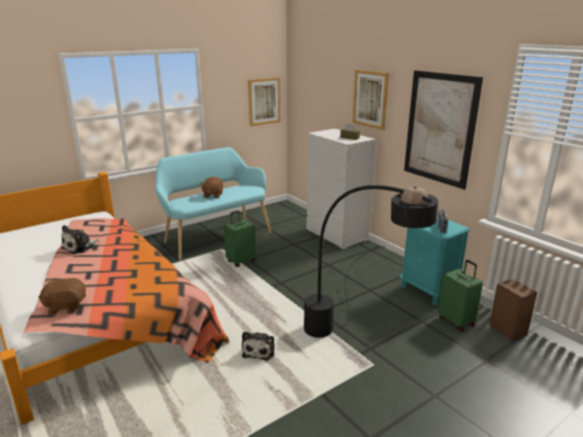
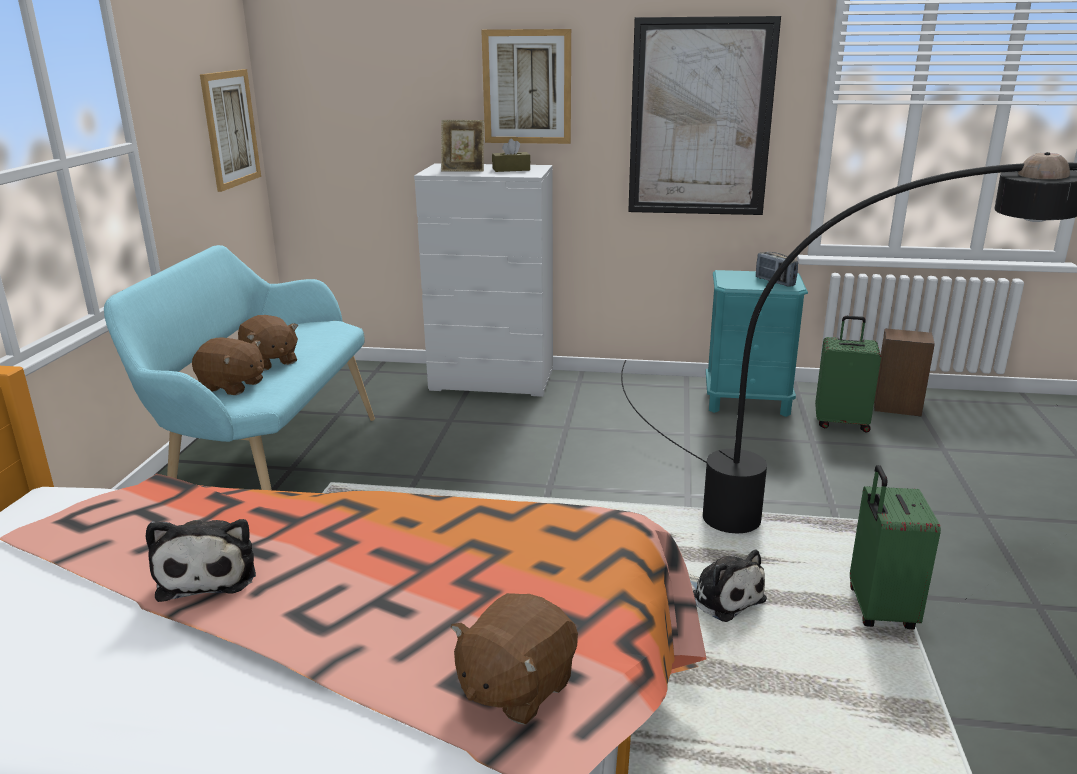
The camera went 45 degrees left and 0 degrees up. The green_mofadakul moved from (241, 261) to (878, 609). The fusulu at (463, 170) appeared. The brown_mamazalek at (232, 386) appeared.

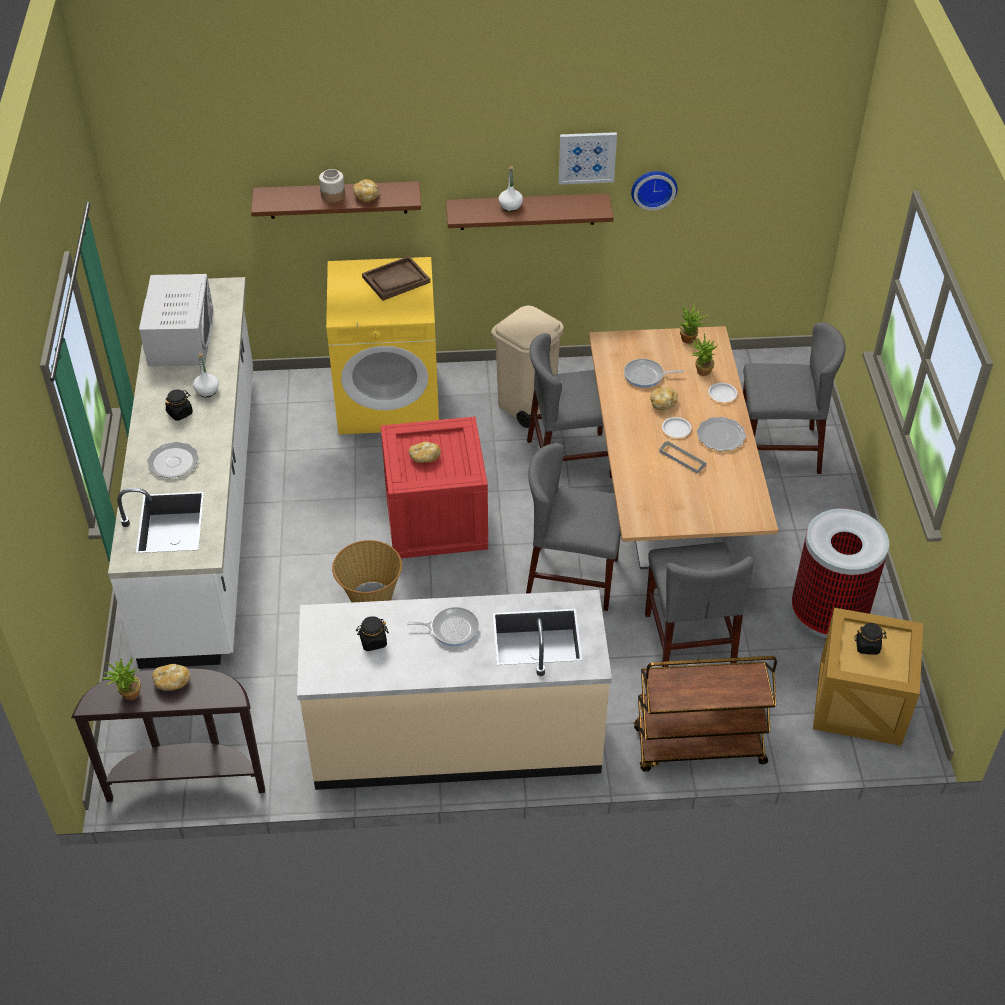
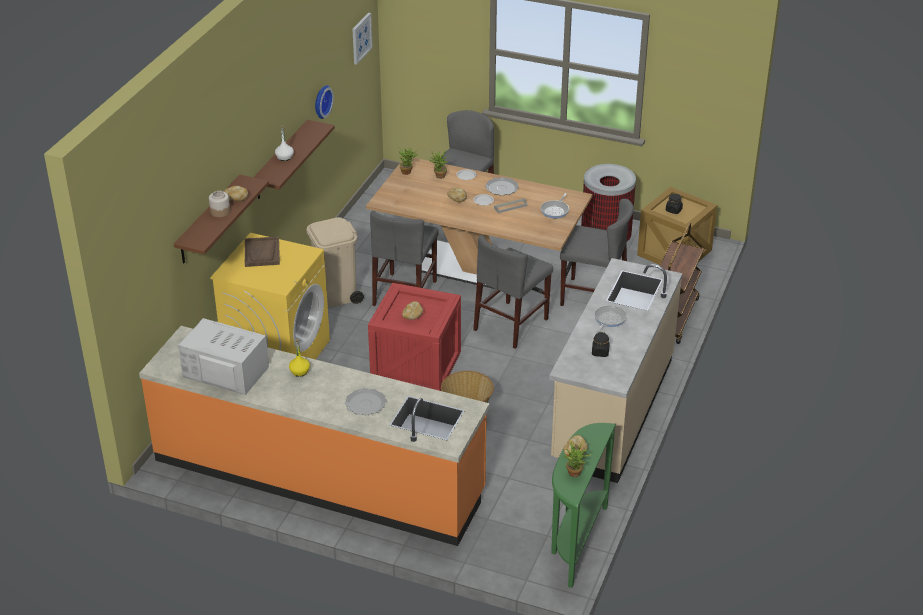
The camera went 65 degrees left and 10 degrees down. The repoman moved from (587, 157) to (361, 38). The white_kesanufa at (204, 509) became the orange_kesanufa at (319, 476). The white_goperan at (207, 391) became the yellow_goperan at (300, 371). The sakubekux moved from (646, 376) to (555, 210). The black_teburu at (180, 413) disappeared. The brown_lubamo at (187, 779) became the green_lubamo at (575, 542).

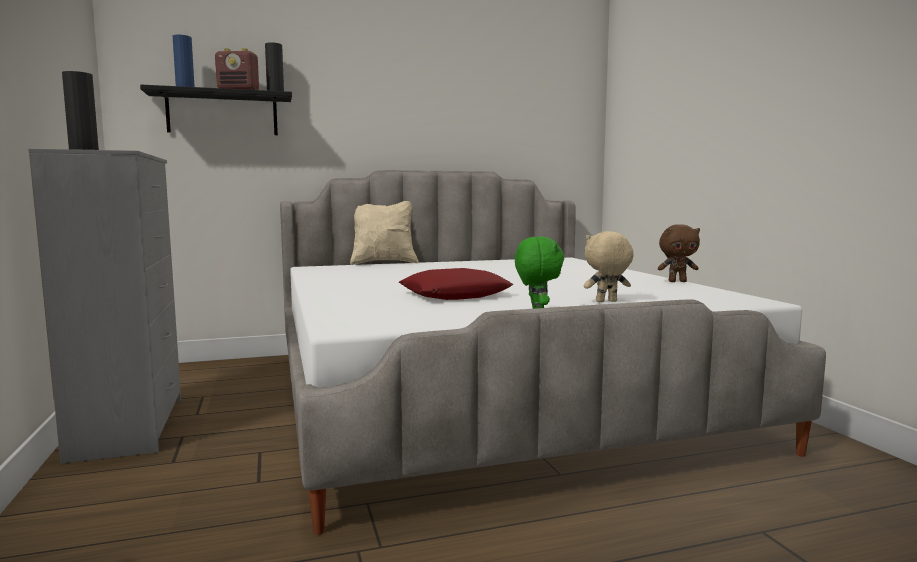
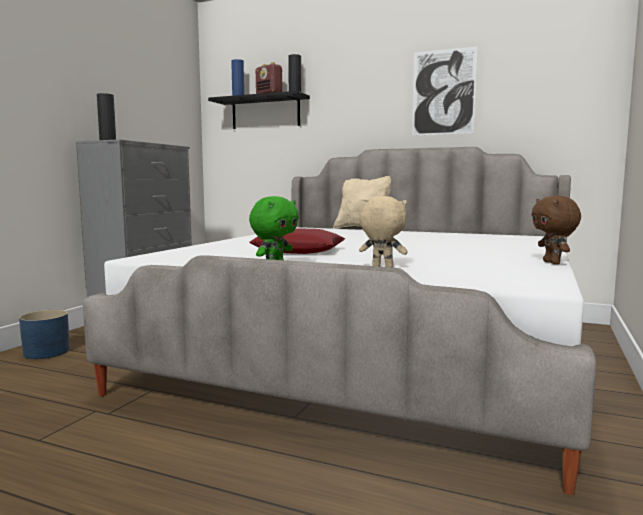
The camera went 40 degrees right and 0 degrees up. The brown_mamazalek at (677, 281) turned 45 degrees clockwise. The repoman at (443, 92) appeared. The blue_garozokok at (46, 352) appeared.

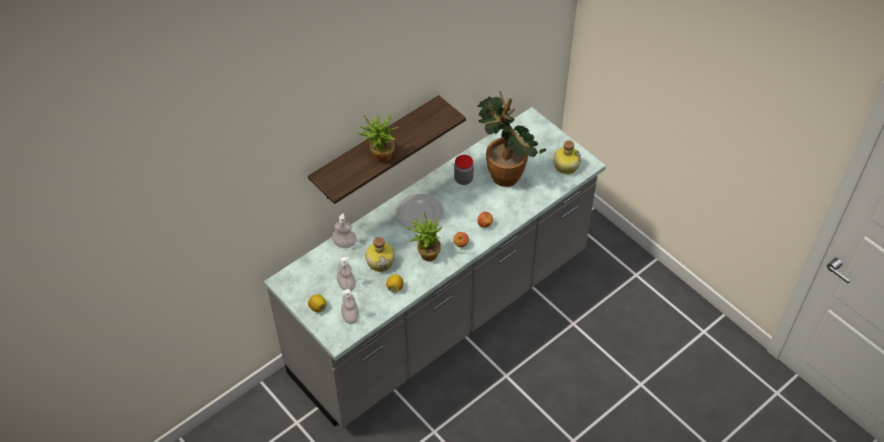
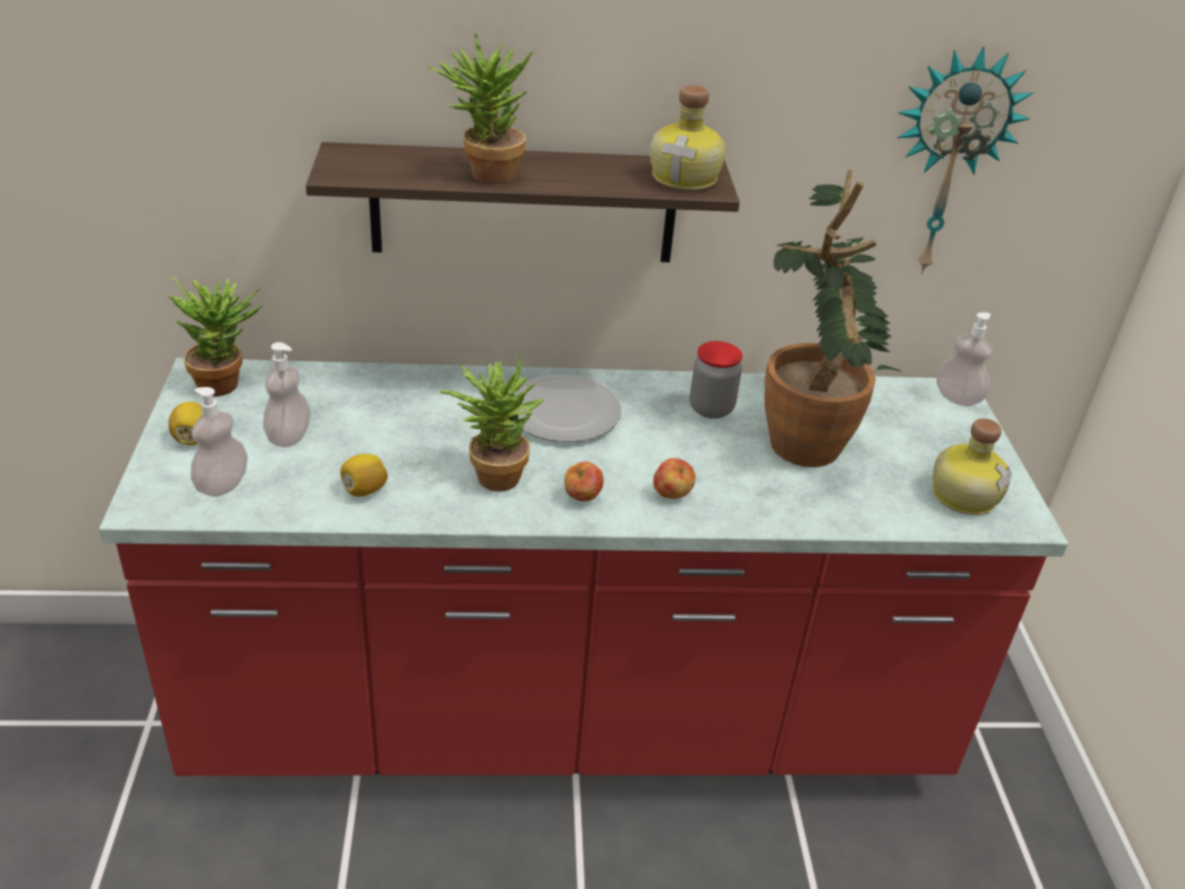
The camera went 35 degrees right and 15 degrees down. The grey_kesanufa at (442, 315) became the red_kesanufa at (570, 721). The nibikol moved from (344, 243) to (957, 398). The goperan moved from (381, 261) to (686, 178). The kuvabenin at (947, 163) appeared. The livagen at (226, 383) appeared.

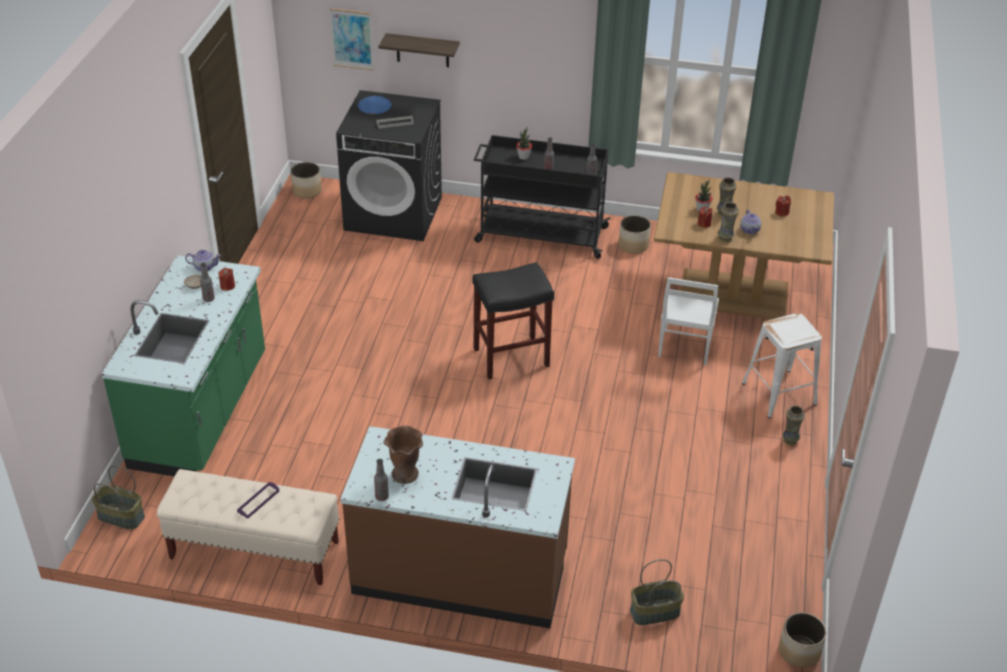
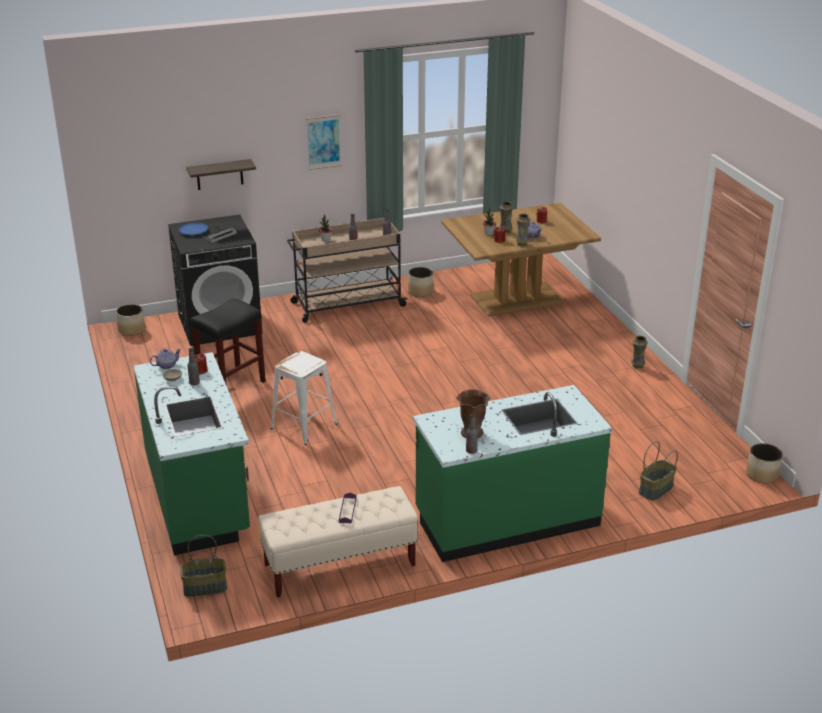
The camera went 30 degrees left and 10 degrees down. The repoman moved from (352, 39) to (323, 142). The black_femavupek at (540, 234) became the beige_femavupek at (346, 304). The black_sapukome moved from (512, 357) to (232, 384). The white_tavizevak at (683, 347) disappeared. The white_sapukome moved from (779, 394) to (304, 426). The brown_kesanufa at (460, 573) became the green_kesanufa at (506, 519).

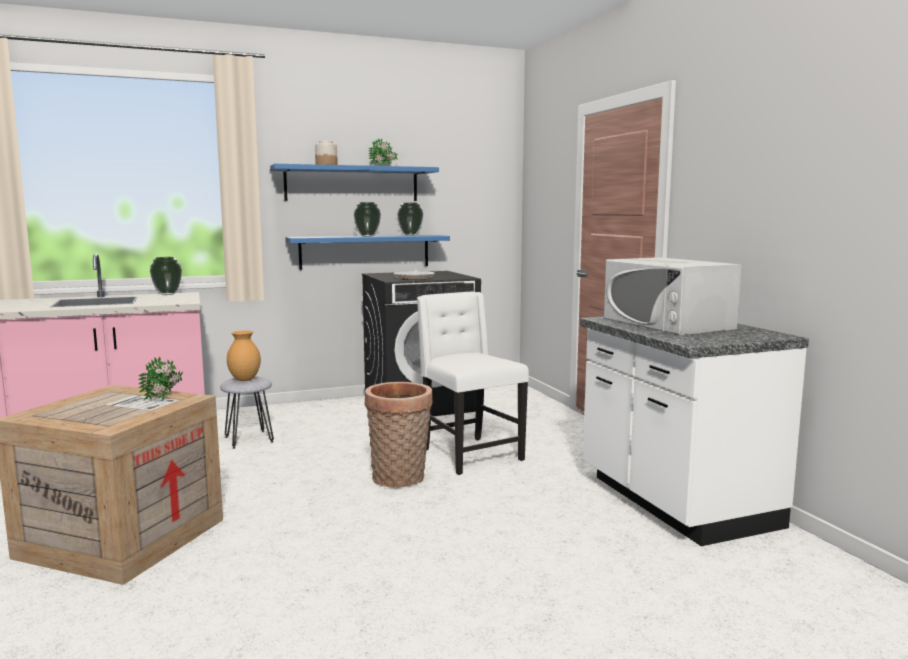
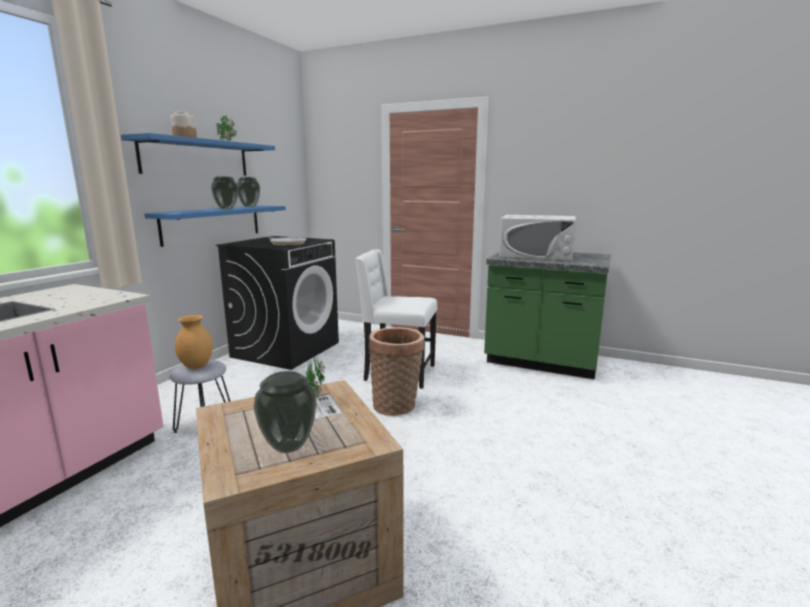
The camera went 45 degrees left and 5 degrees up. The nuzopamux moved from (168, 294) to (289, 446). The white_kesanufa at (674, 502) became the green_kesanufa at (541, 362).

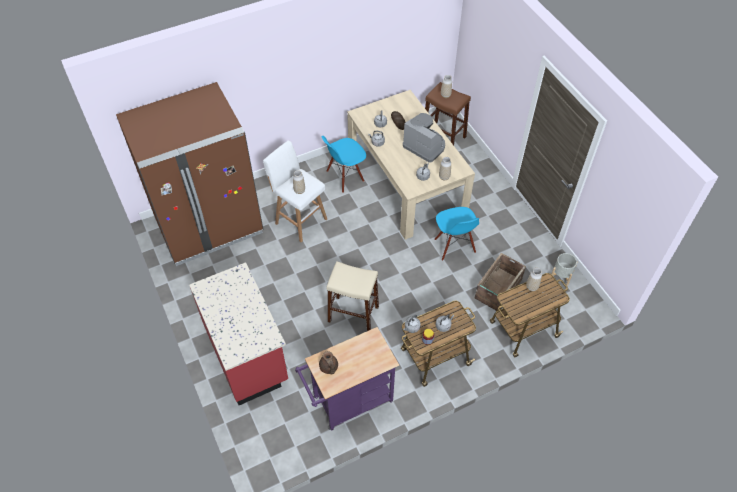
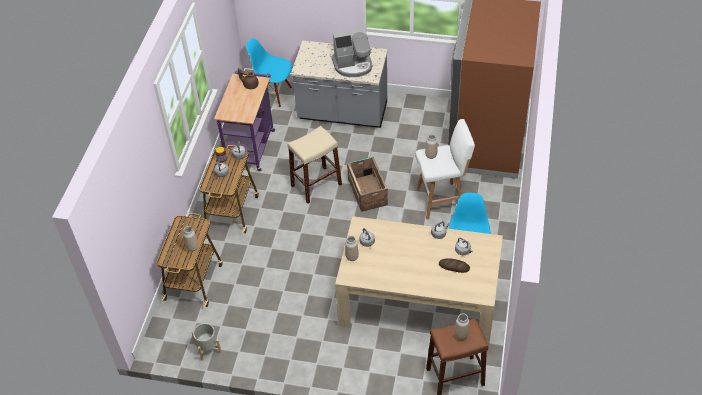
The camera went 130 degrees right and 5 degrees down. The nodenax moved from (425, 146) to (353, 65). The blue_tavizevak moved from (454, 246) to (274, 94). The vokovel moved from (497, 289) to (367, 191). The red_kesanufa at (247, 353) became the grey_kesanufa at (342, 113).

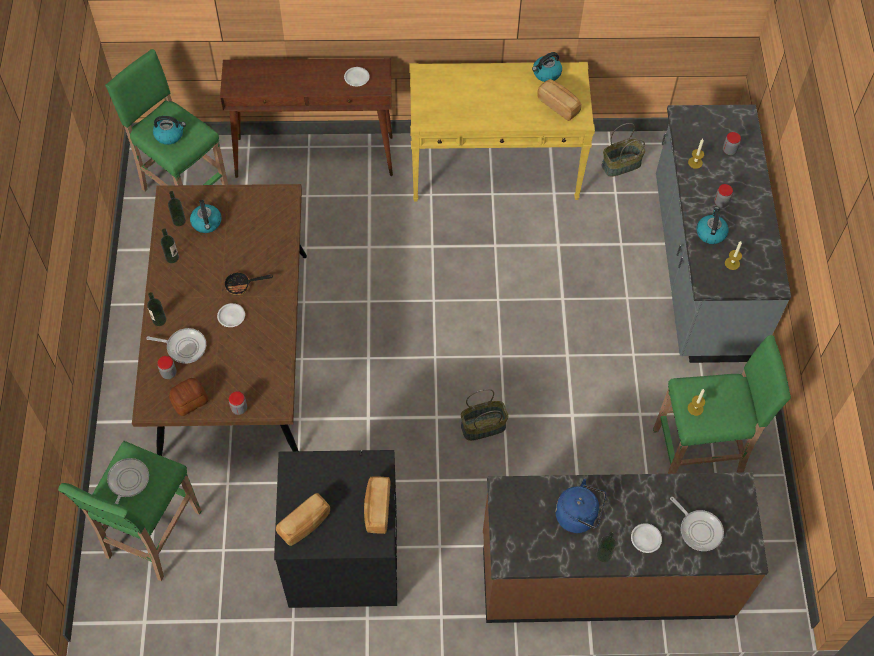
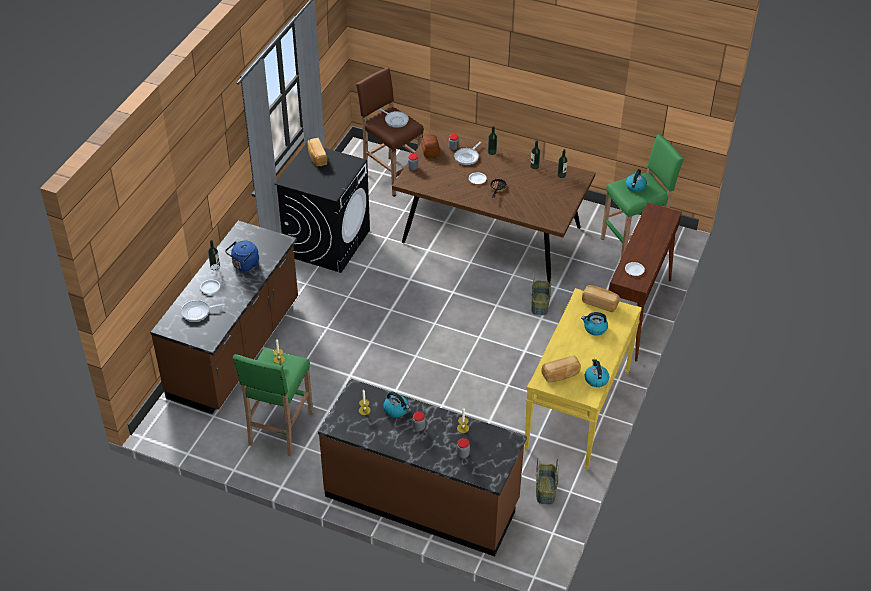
The camera went 115 degrees right and 15 degrees down. The grey_kesanufa at (701, 268) became the brown_kesanufa at (422, 499). The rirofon moved from (207, 223) to (595, 328). The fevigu moved from (483, 426) to (540, 304). The green_sapukome at (152, 536) became the brown_sapukome at (391, 175). The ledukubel moved from (376, 509) to (600, 303).

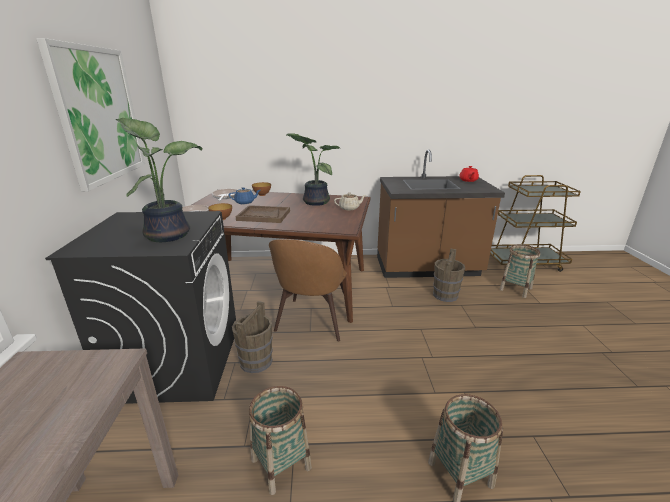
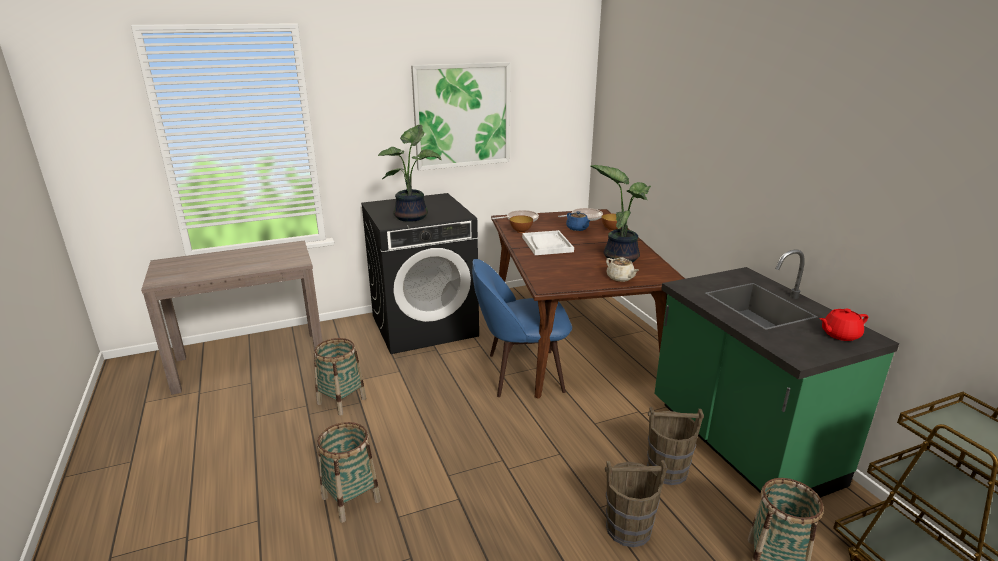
The camera went 70 degrees right and 0 degrees up. The brown_kesanufa at (427, 268) became the green_kesanufa at (740, 444). The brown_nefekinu at (263, 216) became the white_nefekinu at (547, 244). The brown_tavizevak at (313, 321) became the blue_tavizevak at (521, 373). The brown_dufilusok moved from (256, 361) to (629, 528).

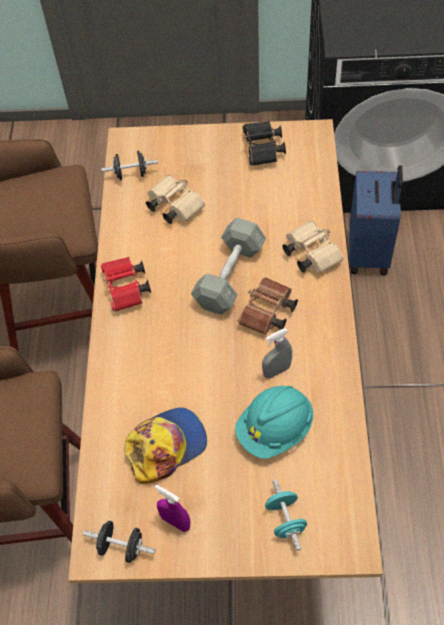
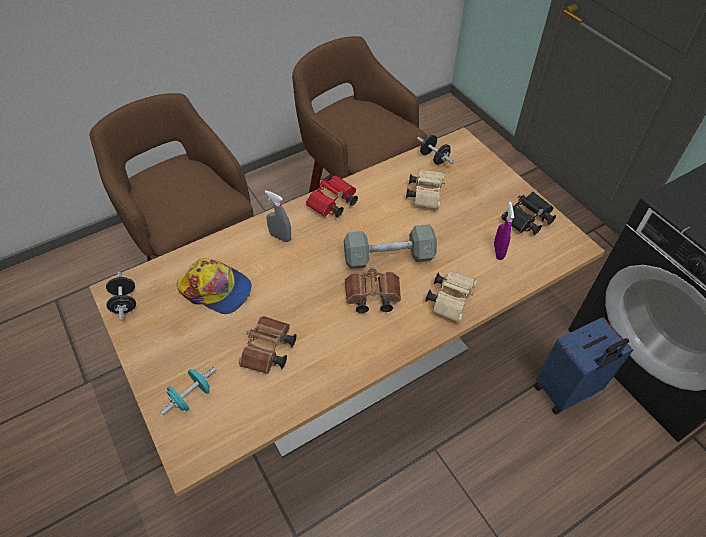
The camera went 55 degrees right and 5 degrees down. The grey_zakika moved from (276, 371) to (280, 237). The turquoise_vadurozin at (275, 429) was replaced by the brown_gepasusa at (268, 352). The purple_zakika moved from (175, 522) to (498, 251).

